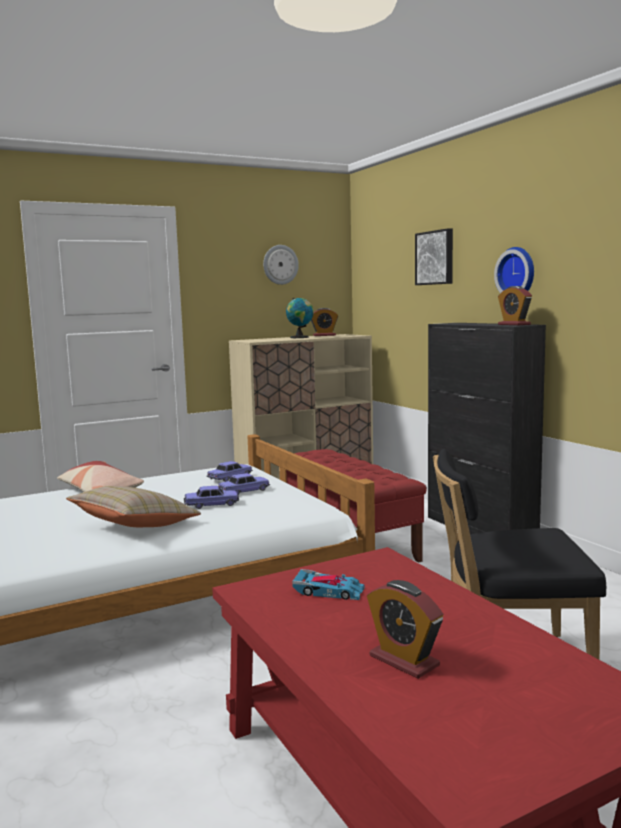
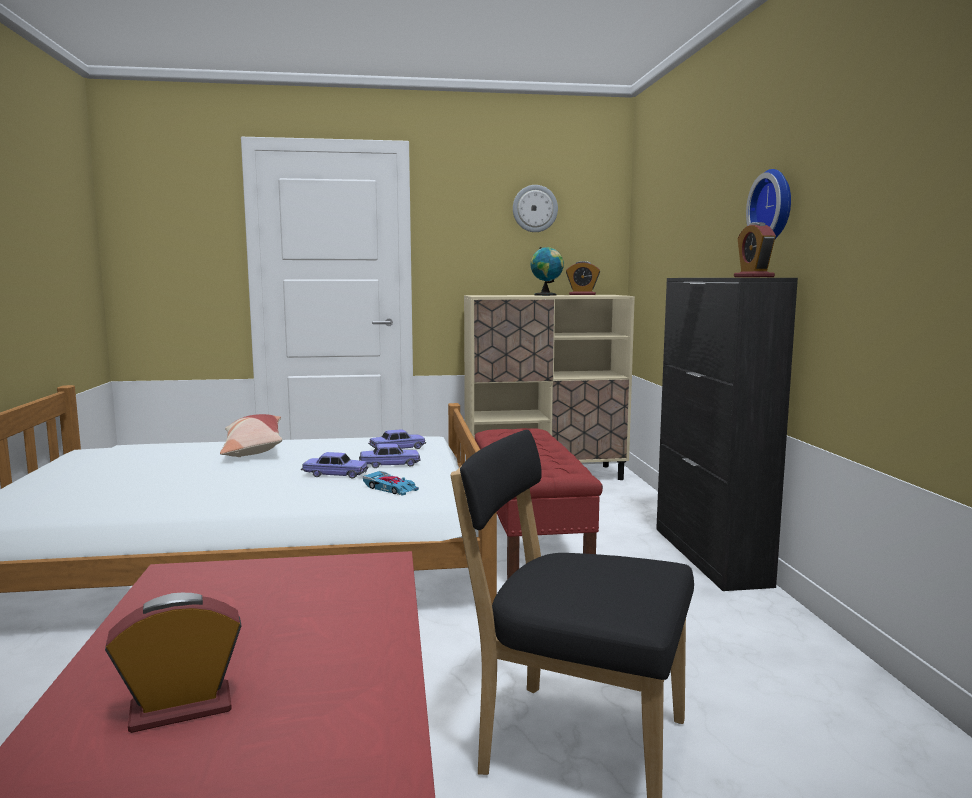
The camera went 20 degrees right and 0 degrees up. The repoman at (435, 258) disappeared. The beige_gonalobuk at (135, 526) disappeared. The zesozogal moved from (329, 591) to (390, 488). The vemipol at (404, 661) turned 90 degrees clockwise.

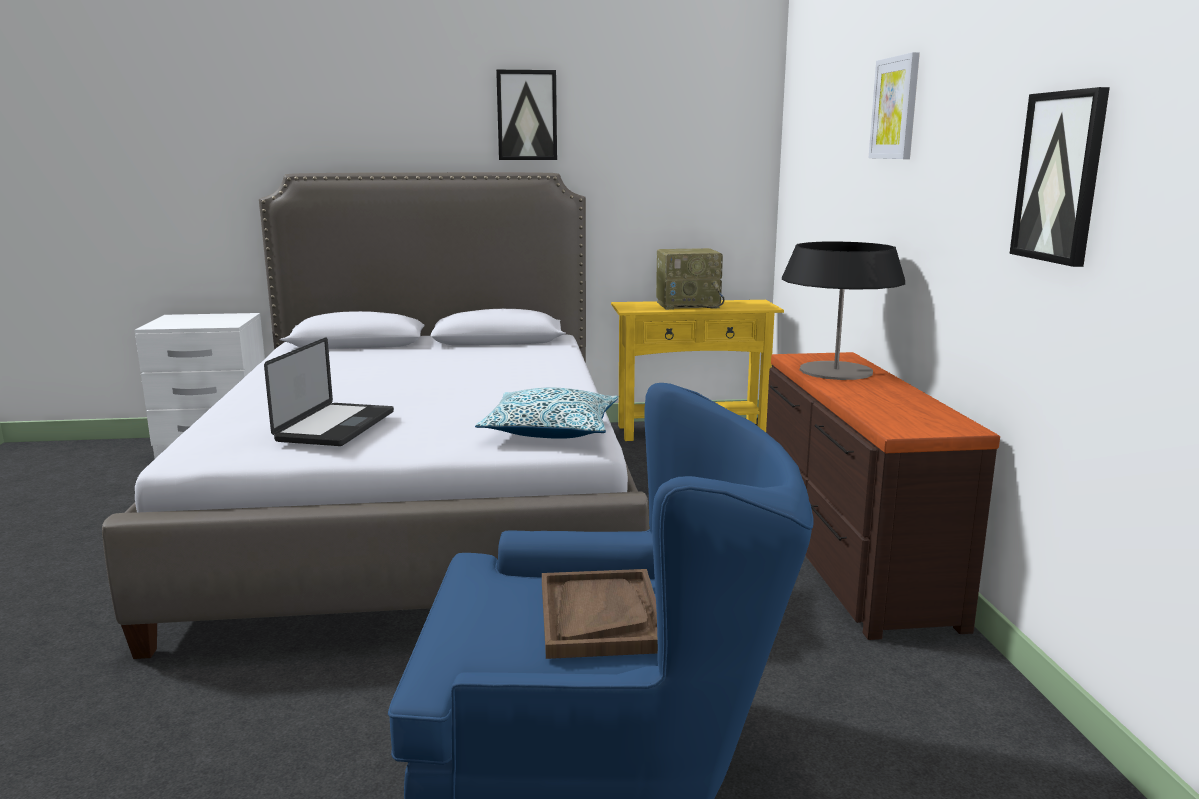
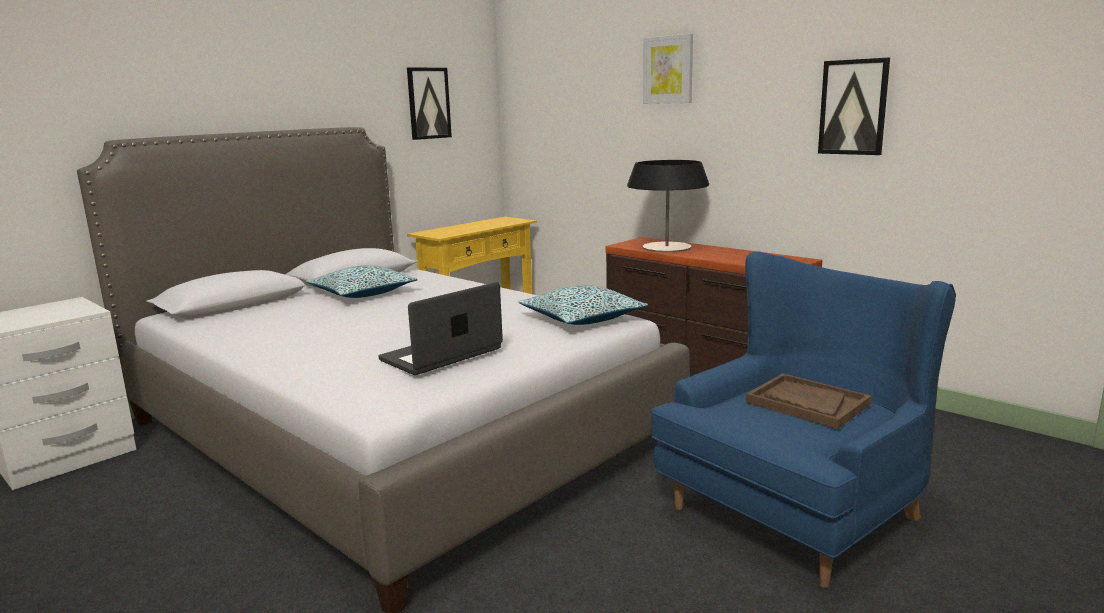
The camera went 40 degrees left and 0 degrees up. The repoman moved from (527, 115) to (428, 103). The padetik at (688, 305) disappeared. The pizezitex at (336, 426) turned 105 degrees counterclockwise. The gonalobuk at (362, 293) appeared.

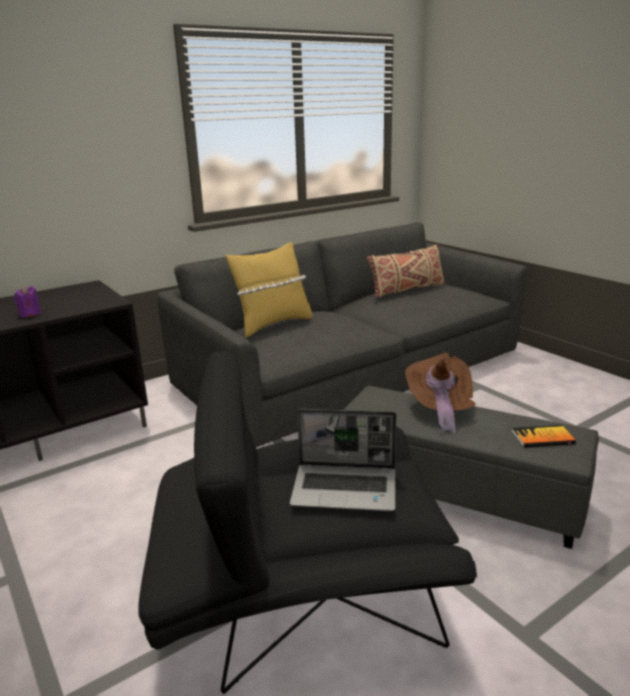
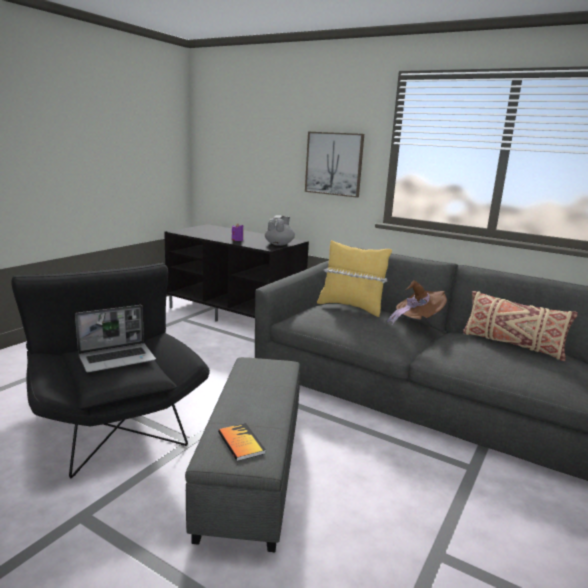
The camera went 65 degrees right and 5 degrees down. The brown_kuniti moved from (439, 409) to (416, 320). The pizezitex at (346, 488) turned 105 degrees counterclockwise. The repoman at (334, 164) appeared. The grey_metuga at (279, 244) appeared.

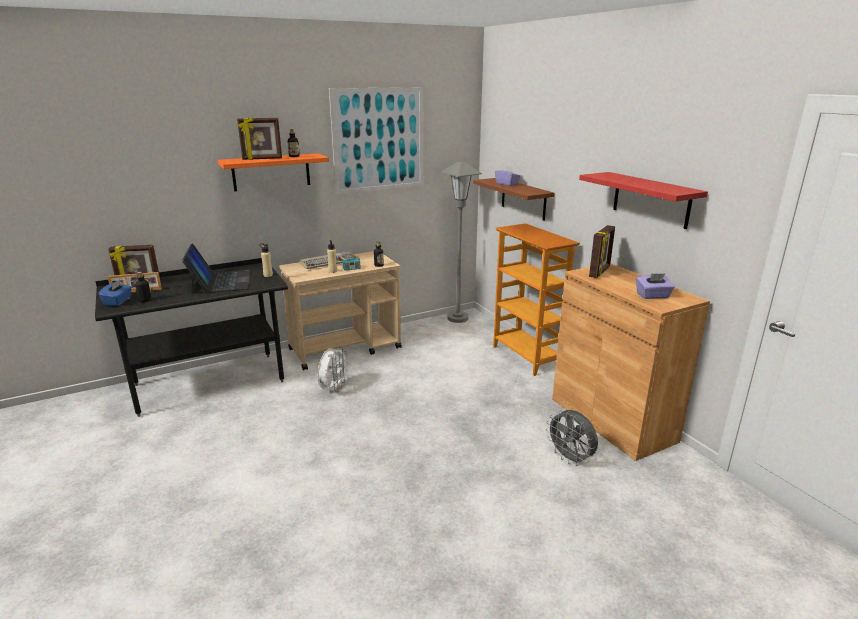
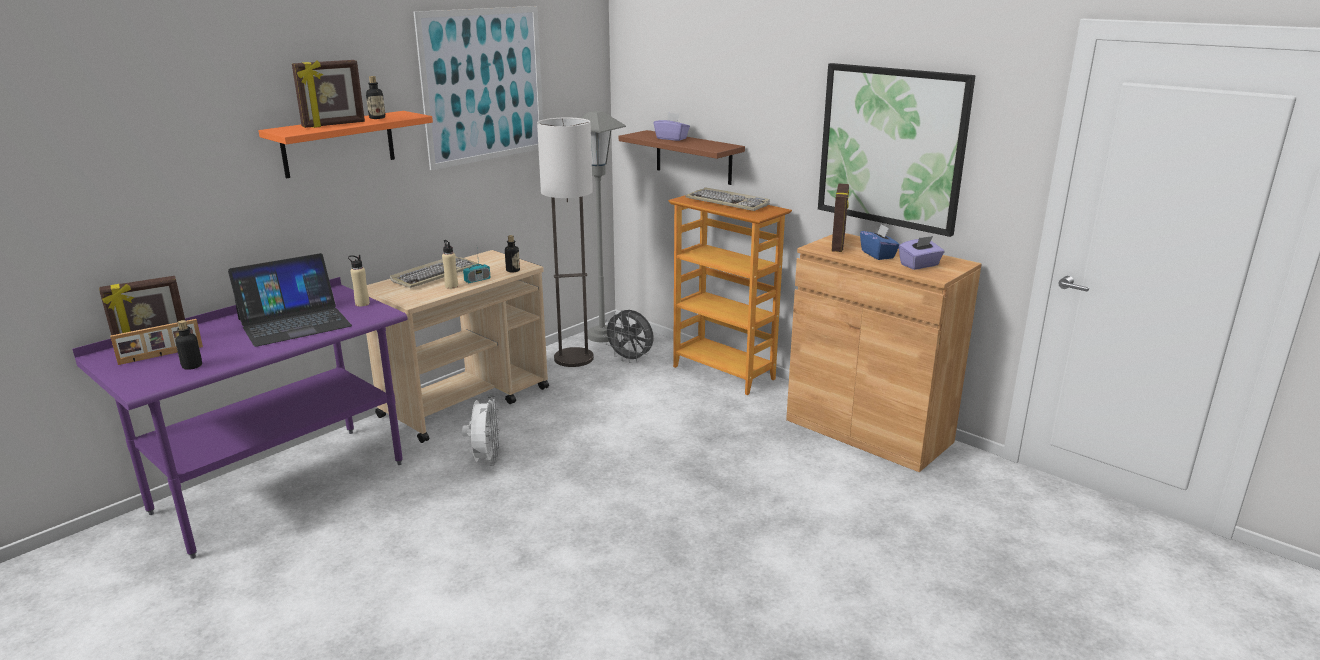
The camera went 20 degrees left and 0 degrees up. The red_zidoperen at (651, 199) was replaced by the repoman at (891, 147). The pizezitex at (221, 282) turned 90 degrees clockwise. The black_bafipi at (209, 383) became the purple_bafipi at (280, 487). The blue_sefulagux moved from (118, 302) to (878, 255). The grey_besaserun moved from (570, 459) to (630, 359). The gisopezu at (574, 358) appeared. The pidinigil at (728, 203) appeared.

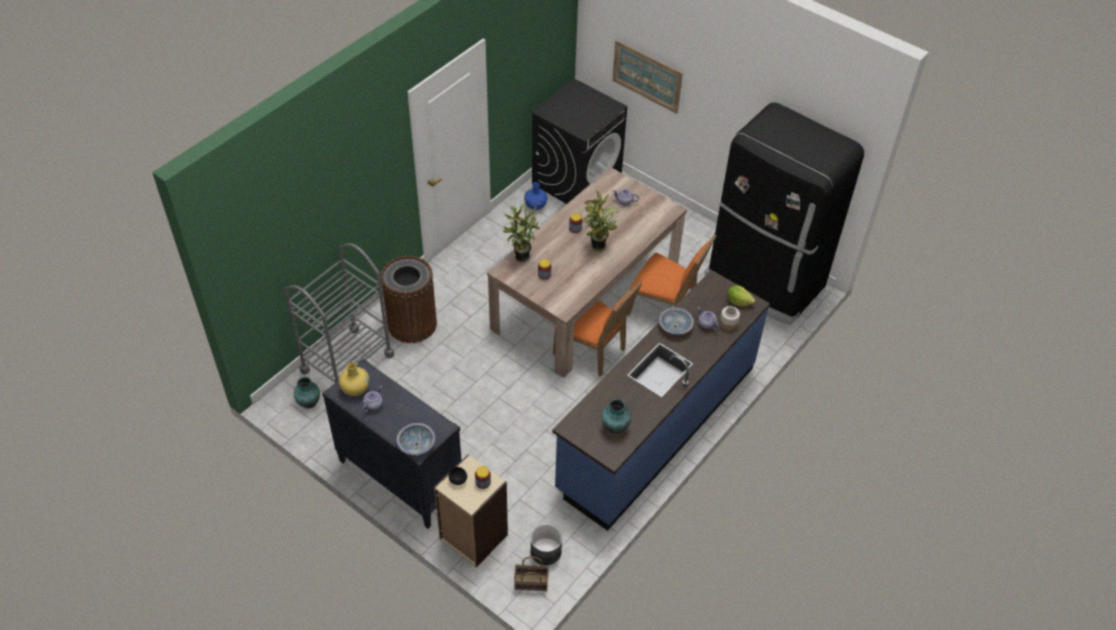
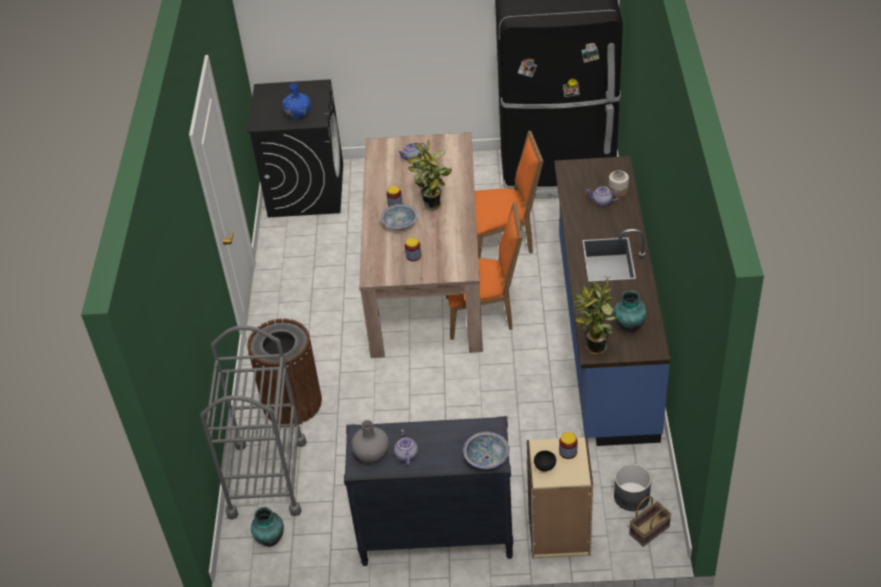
The camera went 35 degrees left and 5 degrees down. The repoman at (647, 76) disappeared. The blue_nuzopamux moved from (535, 205) to (298, 114). The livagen moved from (520, 257) to (594, 349). The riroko at (738, 301) disappeared. The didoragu moved from (675, 326) to (400, 223). The yellow_nuzopamux at (355, 388) became the grey_nuzopamux at (371, 454).

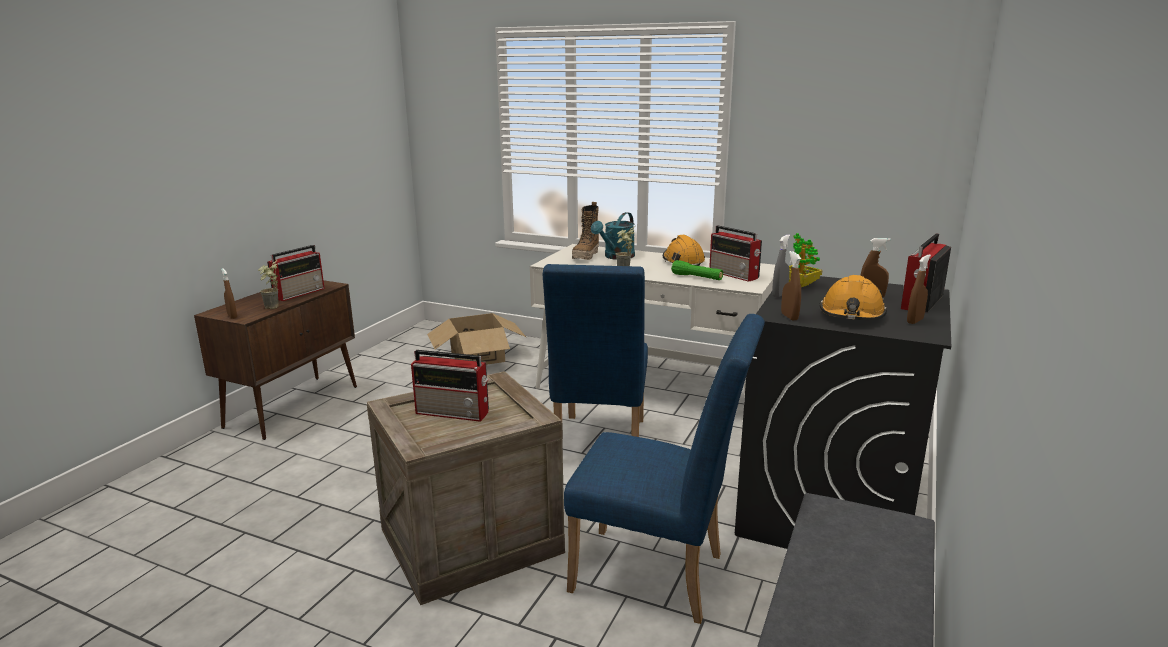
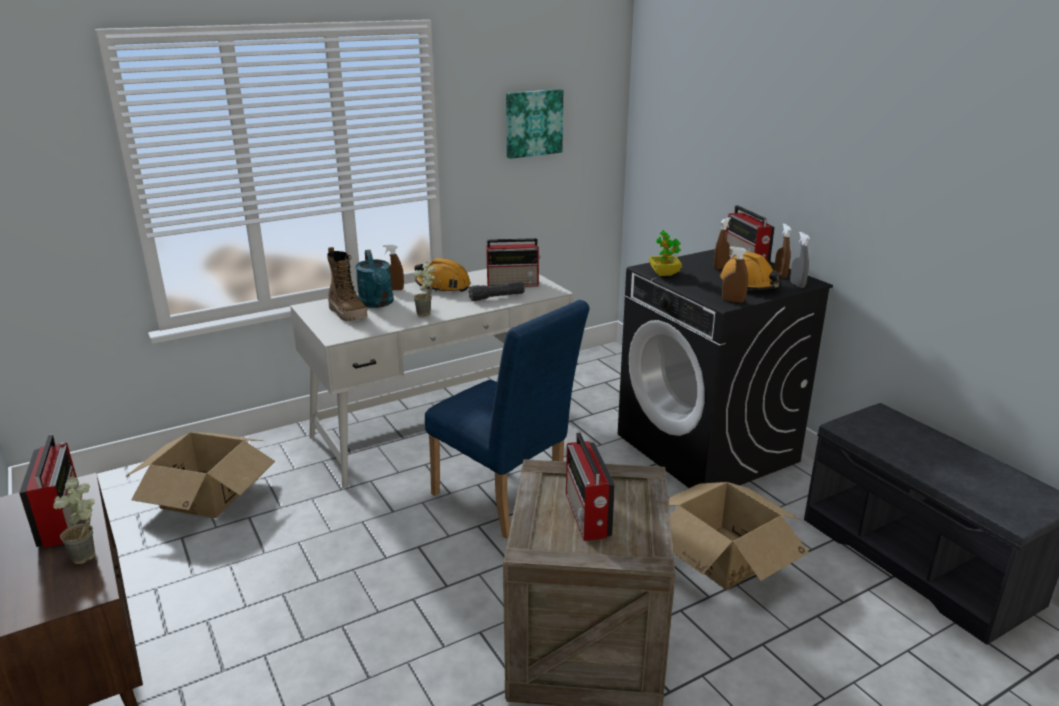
The camera went 55 degrees left and 5 degrees up. The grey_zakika moved from (779, 294) to (797, 285). The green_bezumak at (697, 277) became the black_bezumak at (497, 297). The brown_zakika moved from (232, 316) to (394, 289). The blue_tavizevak at (659, 576) was replaced by the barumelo at (724, 557). The padetik at (454, 412) turned 120 degrees clockwise. The repoman at (533, 123) appeared.

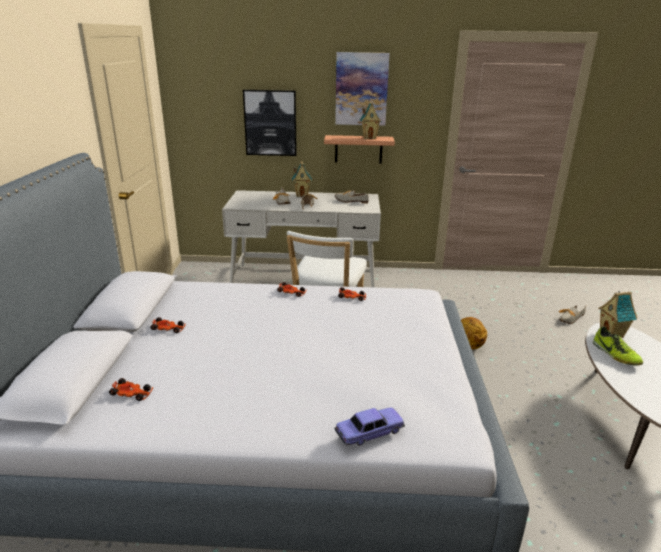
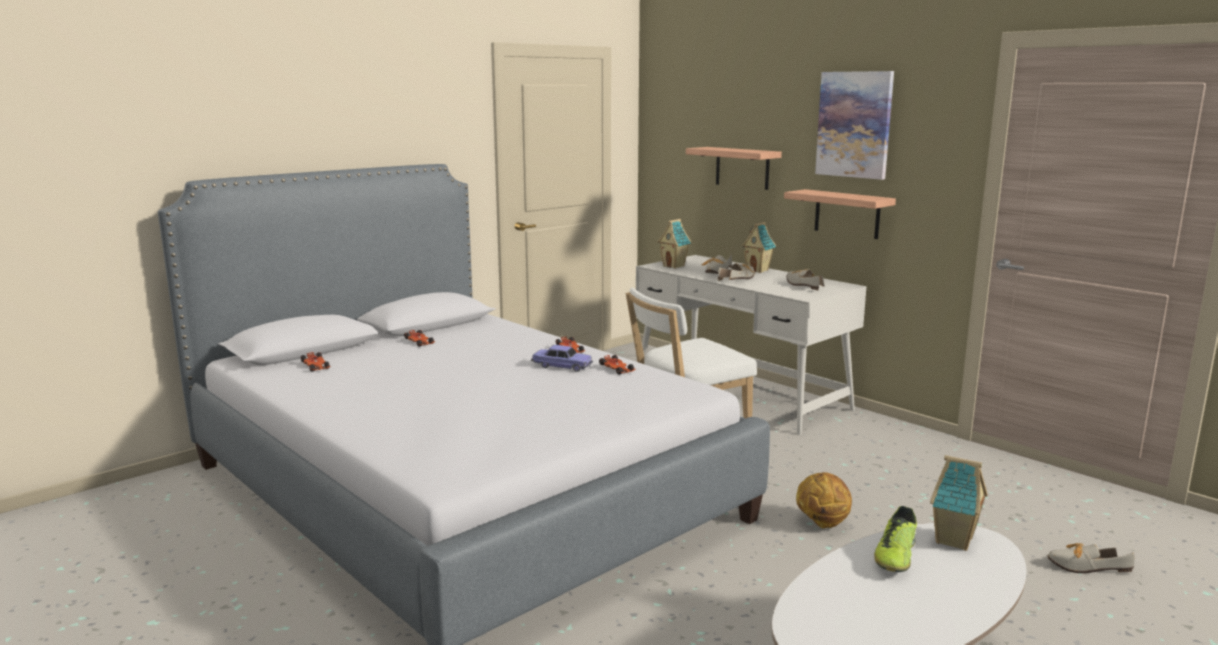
The camera went 45 degrees right and 10 degrees down. The repoman at (270, 123) was replaced by the zidoperen at (742, 168). The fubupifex moved from (369, 138) to (674, 266). The zesozogal moved from (369, 432) to (562, 366).

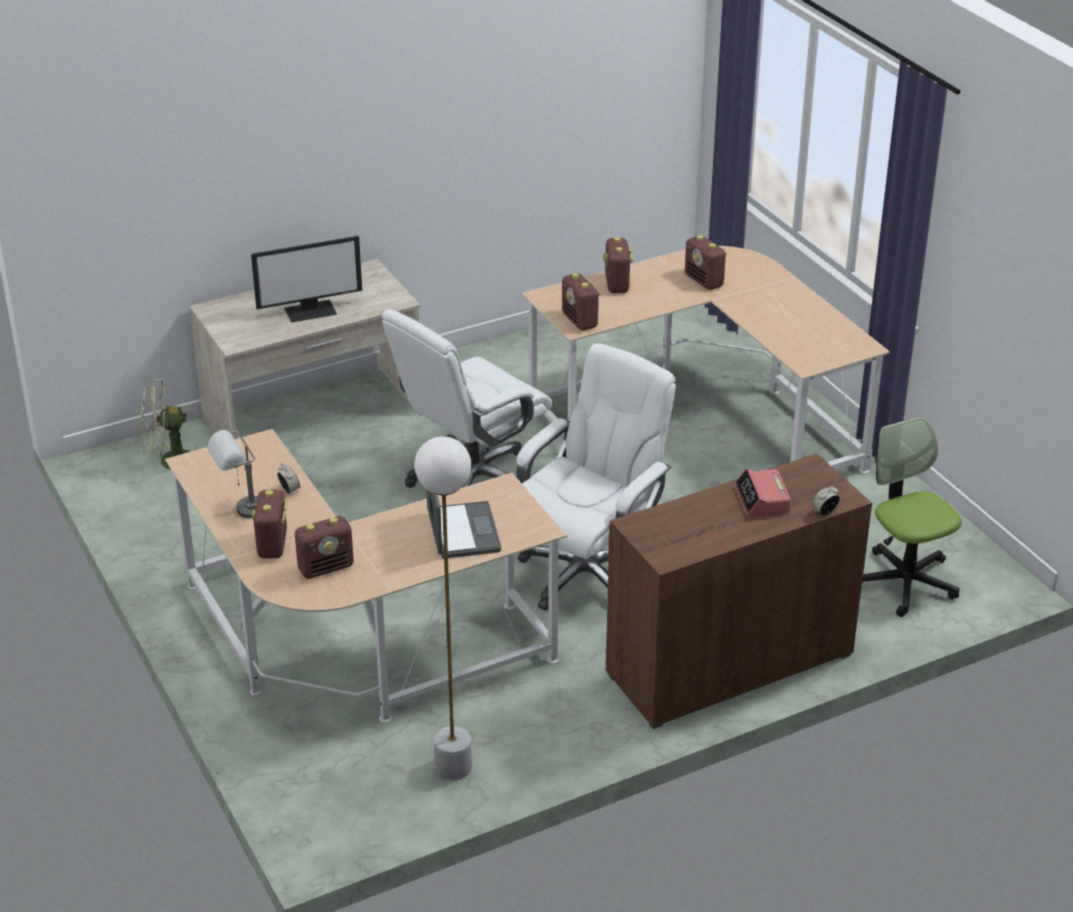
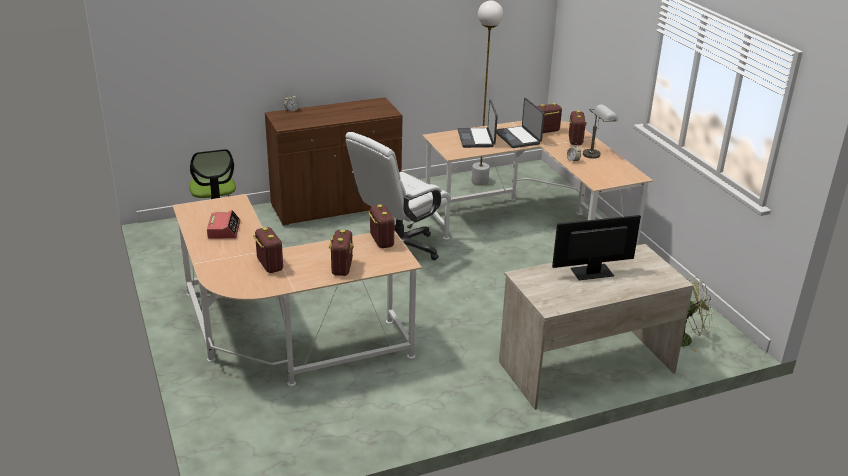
The camera went 175 degrees left and 5 degrees down. The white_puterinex at (471, 481) disappeared. The vemipol moved from (762, 500) to (224, 230). The pizezitex at (518, 138) appeared.

